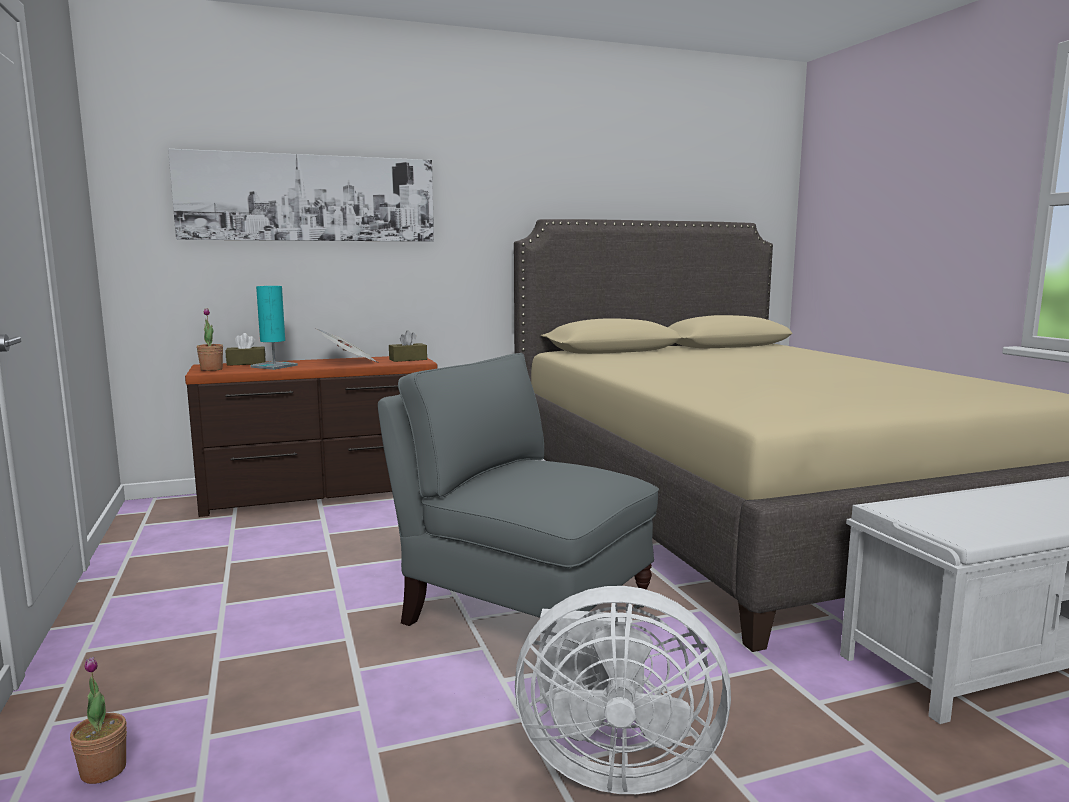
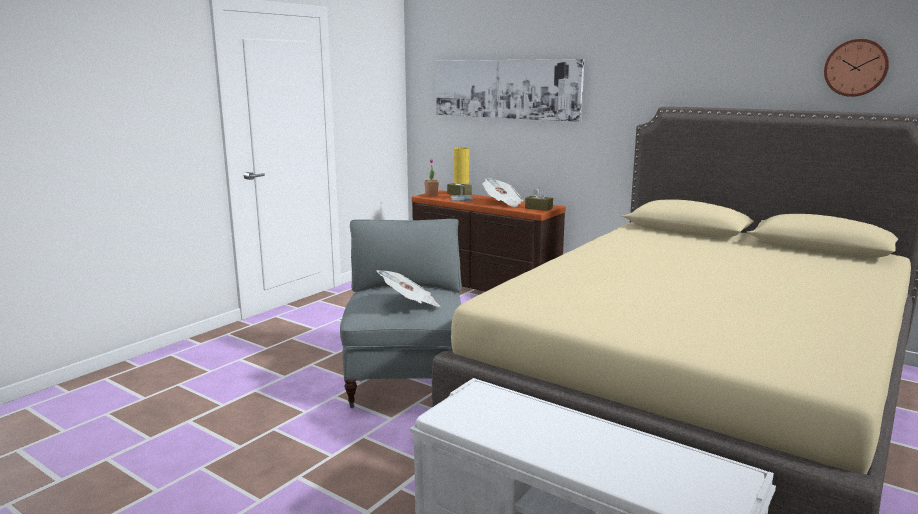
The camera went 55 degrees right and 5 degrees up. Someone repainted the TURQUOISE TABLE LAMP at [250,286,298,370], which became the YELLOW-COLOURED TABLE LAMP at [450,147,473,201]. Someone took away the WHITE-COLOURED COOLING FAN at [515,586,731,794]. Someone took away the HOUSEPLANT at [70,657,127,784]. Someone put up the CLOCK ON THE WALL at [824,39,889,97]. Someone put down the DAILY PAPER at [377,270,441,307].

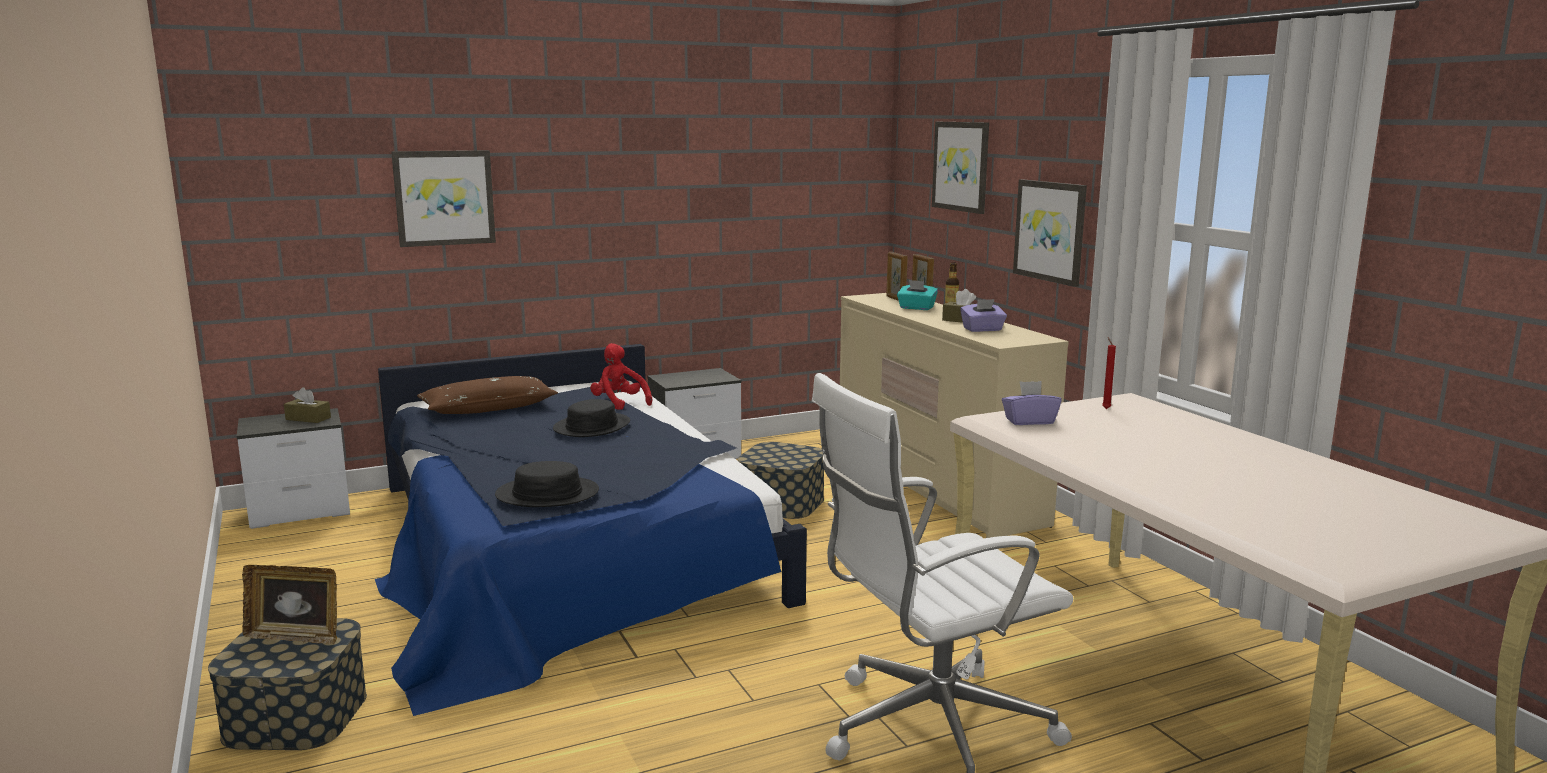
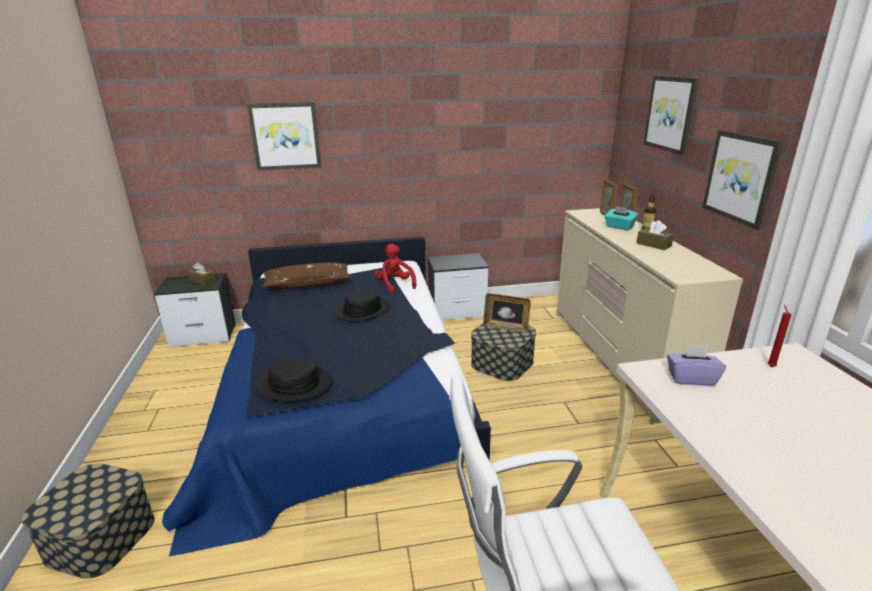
The camera went 15 degrees right and 10 degrees up. Someone took away the PURPLISH BOX OF TISSUES at [960,299,1007,332]. Someone carried the PICTURE FRAME from [242,565,337,644] to [483,293,531,333].

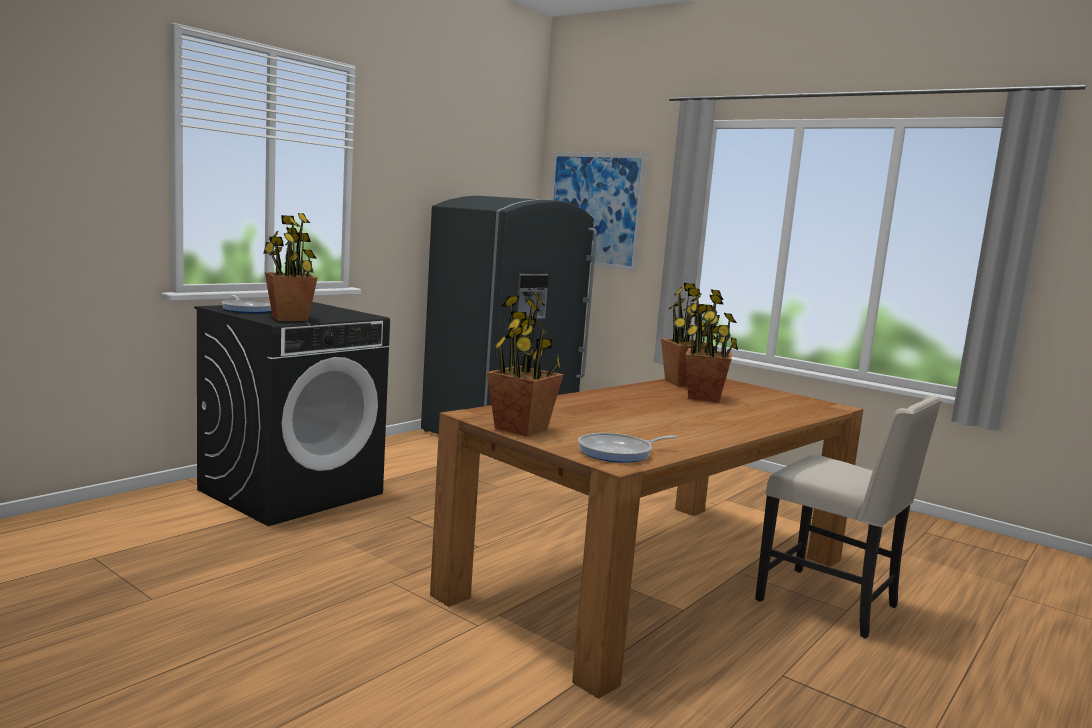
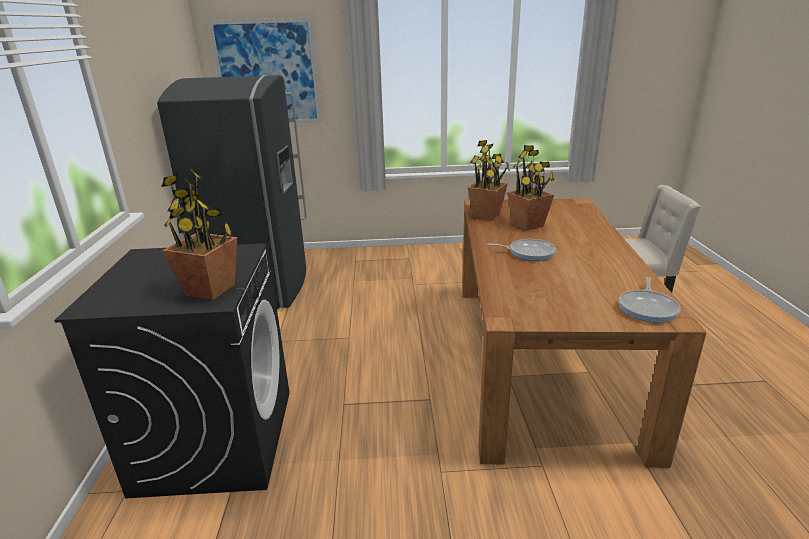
The camera went 40 degrees left and 15 degrees up. Someone took away the HOUSEPLANT at [486,293,563,436]. Someone carried the SKILLET from [222,295,271,313] to [487,239,556,261].

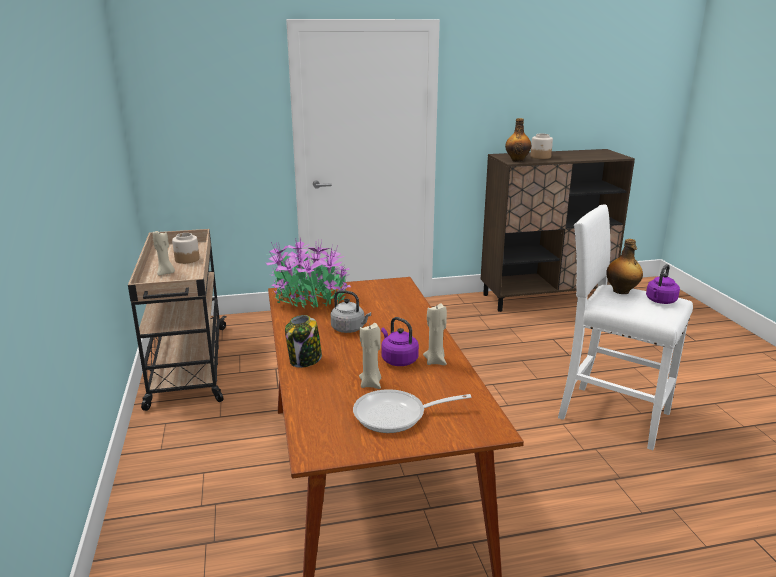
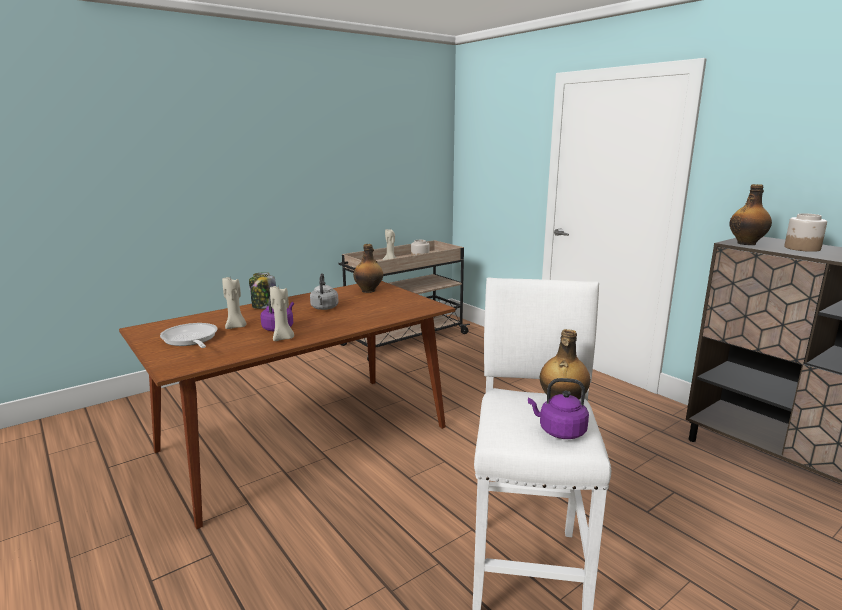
The camera went 65 degrees right and 5 degrees down. Someone swapped the HOUSEPLANT at [266,238,351,308] for the DRINK BOTTLE at [353,244,383,293].

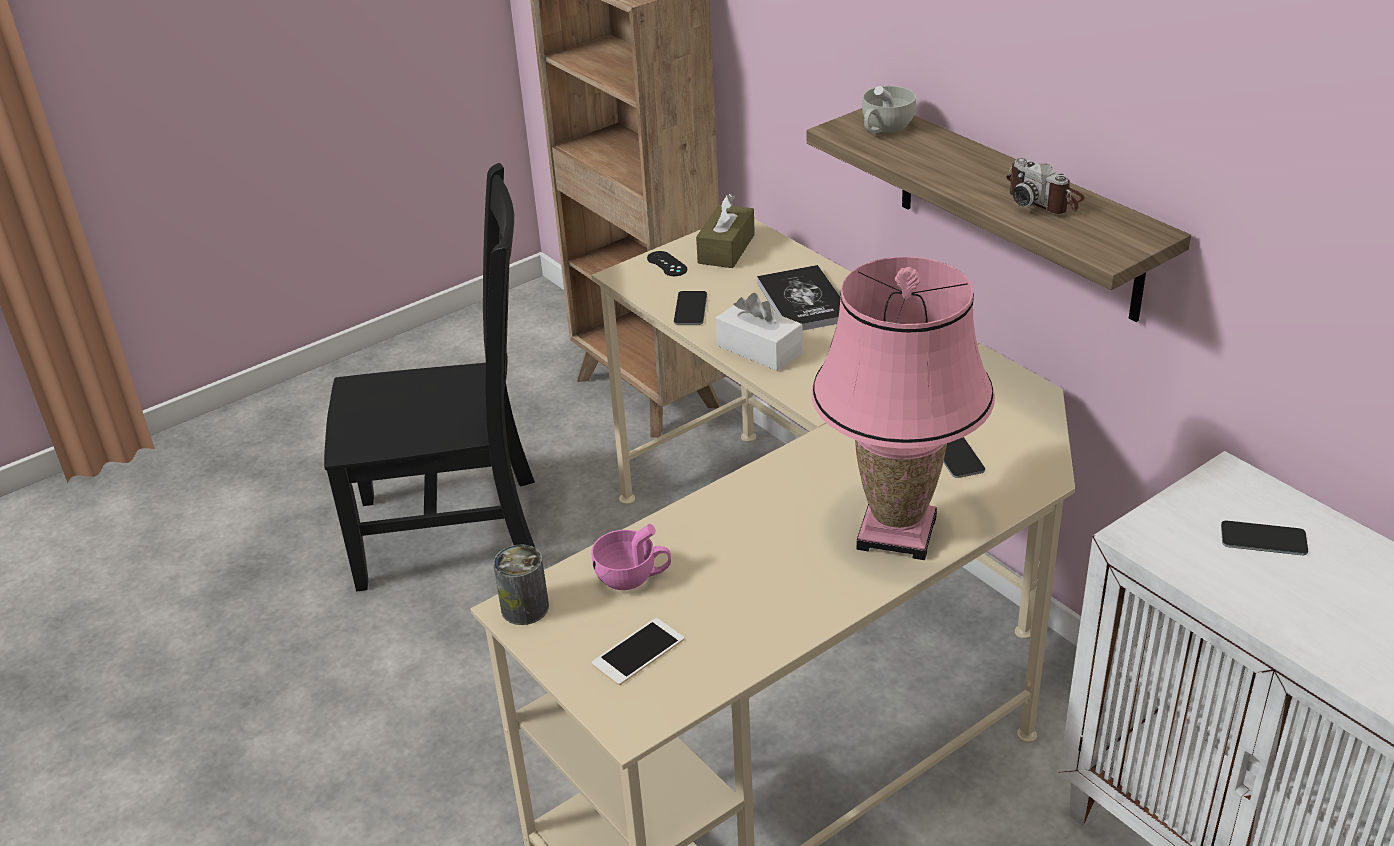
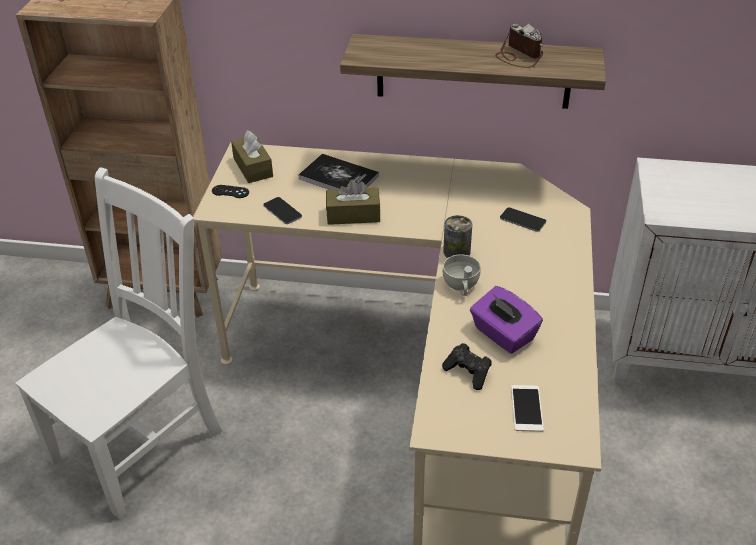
The camera went 45 degrees left and 5 degrees up. Someone carried the WHITE-COLOURED CUP from [862,86,916,134] to [443,254,481,296]. Someone rotated the STILL CAMERA at [1006,158,1085,214] by 135 degrees counterclockwise. Someone repainted the BLACK-COLOURED UPRIGHT CHAIR at [324,163,535,591], which became the WHITE-COLOURED UPRIGHT CHAIR at [15,167,222,519]. Someone took away the PINK-COLOURED TABLE LAMP at [811,257,995,560]. Someone repainted the WHITE-COLOURED BOX OF TISSUES at [716,293,803,371], which became the BROWN-COLOURED BOX OF TISSUES at [326,179,380,225]. Someone took away the PHONE at [1221,521,1308,555]. Someone swapped the PINK-COLOURED CUP at [591,524,671,590] for the BLACK-COLOURED GAMEPAD at [442,343,492,390]. Someone carried the SEALED CAN from [493,544,549,625] to [443,215,472,258]. Someone put down the PURPLISH BOX OF TISSUES at [470,286,543,354].

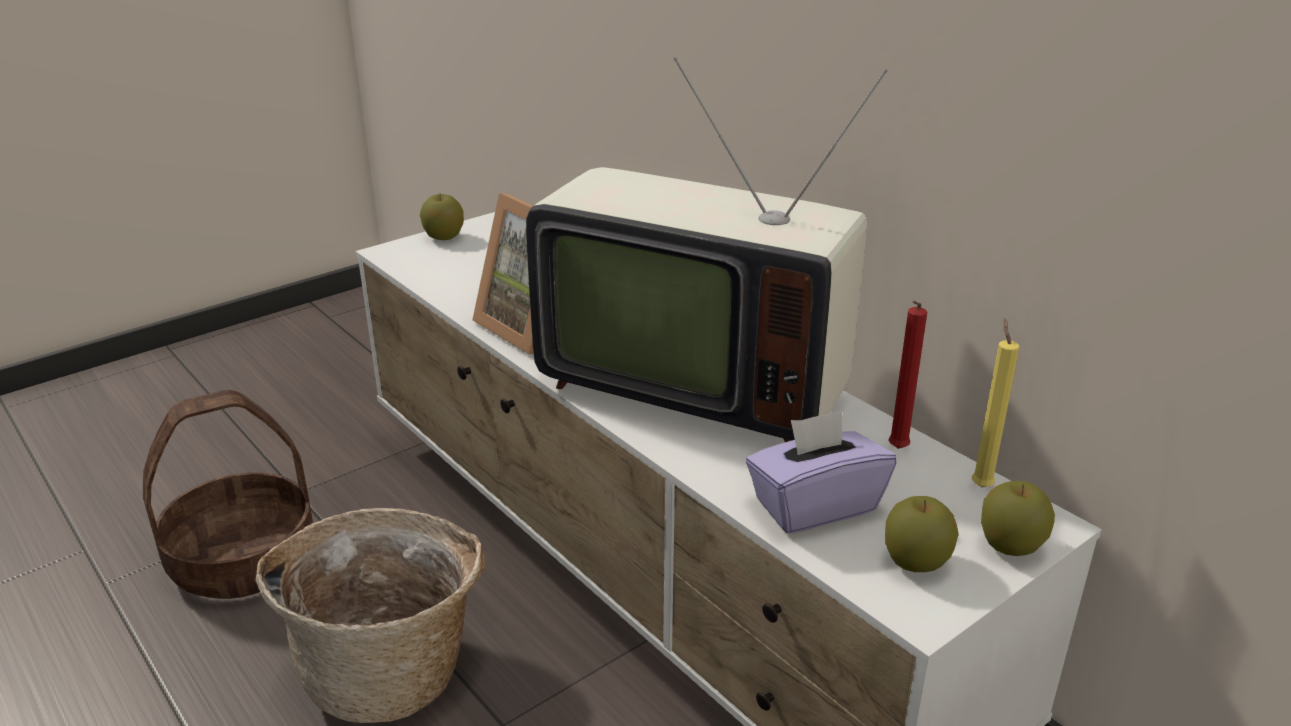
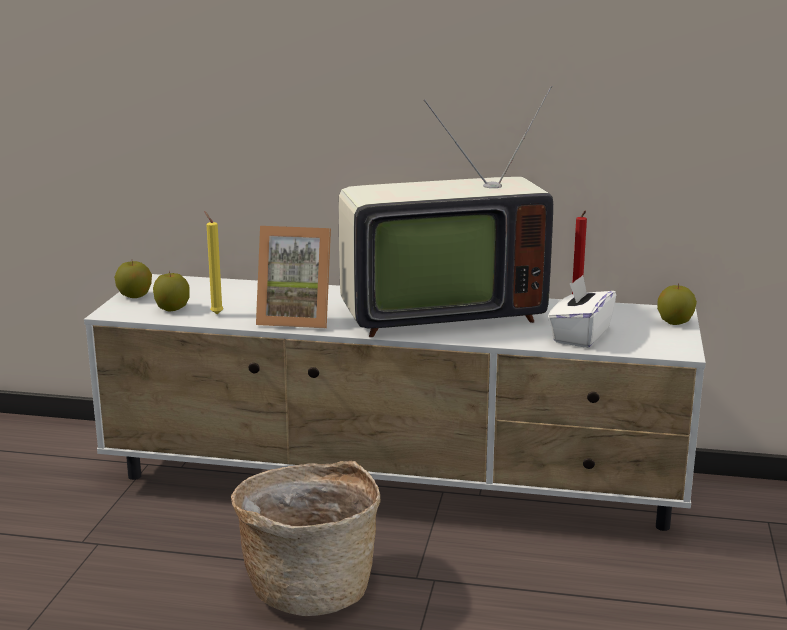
The camera went 40 degrees left and 10 degrees down. Someone carried the YELLOW-COLOURED WAX CANDLE from [972,318,1019,487] to [204,211,223,314]. Someone took away the HOUSEHOLD BASKET at [143,390,313,599]. Someone repainted the PURPLISH BOX OF TISSUES at [746,410,897,534], which became the WHITE-COLOURED BOX OF TISSUES at [548,275,616,348]. Someone carried the APPLE FRUIT from [885,496,959,572] to [153,271,190,311].

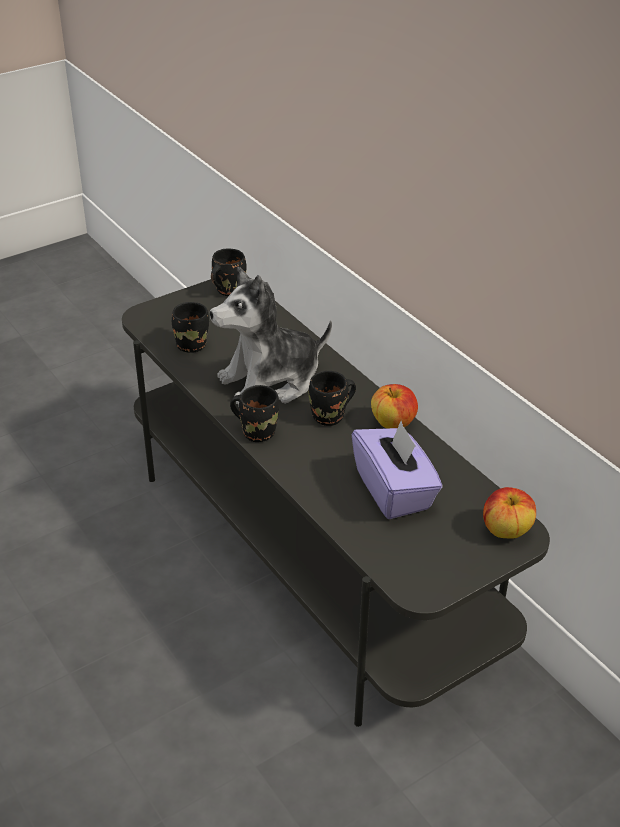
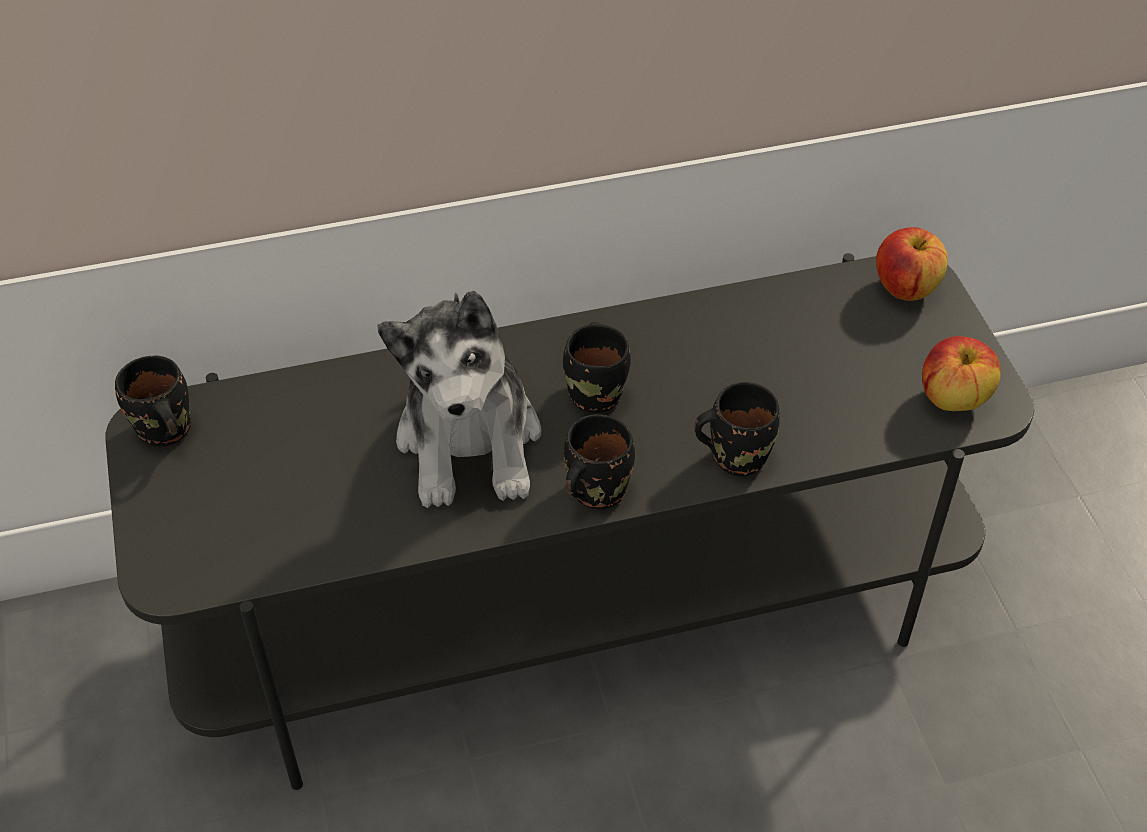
The camera went 70 degrees left and 10 degrees up. Someone carried the BLACK-COLOURED COFFEE MUG from [172,302,209,353] to [694,382,779,476]. Someone carried the APPLE FRUIT from [371,384,418,428] to [922,336,1001,411]. Someone took away the PURPLISH BOX OF TISSUES at [352,421,443,519].

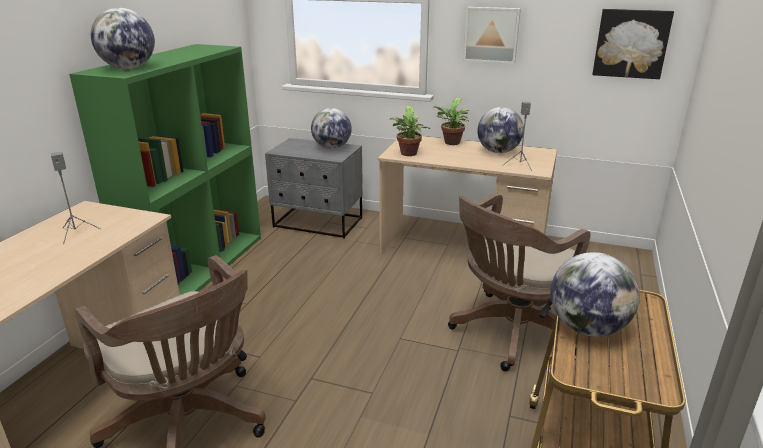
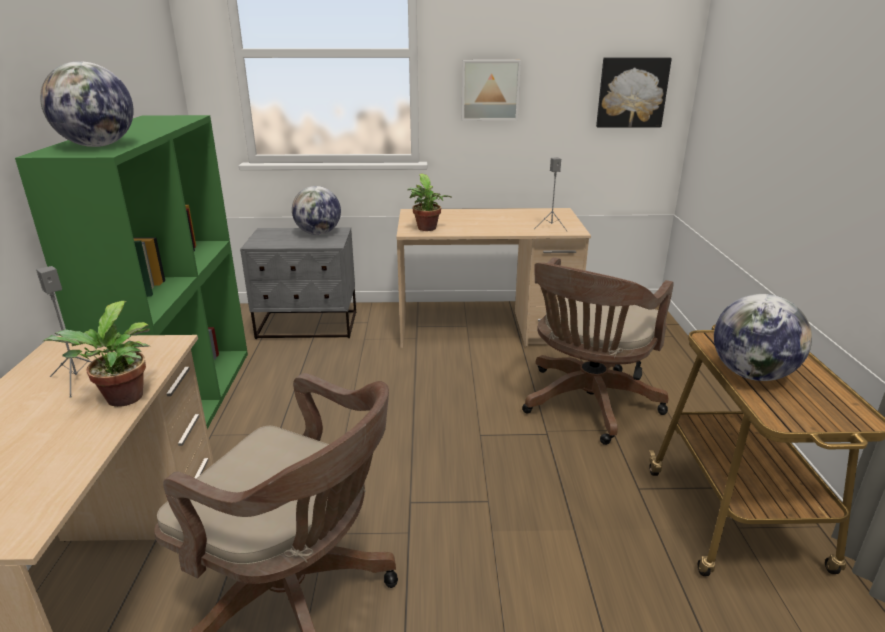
The camera went 20 degrees left and 0 degrees up. Someone carried the HOUSEPLANT from [434,98,469,145] to [42,301,150,407]. Someone took away the GLOBE at [477,107,524,153].

